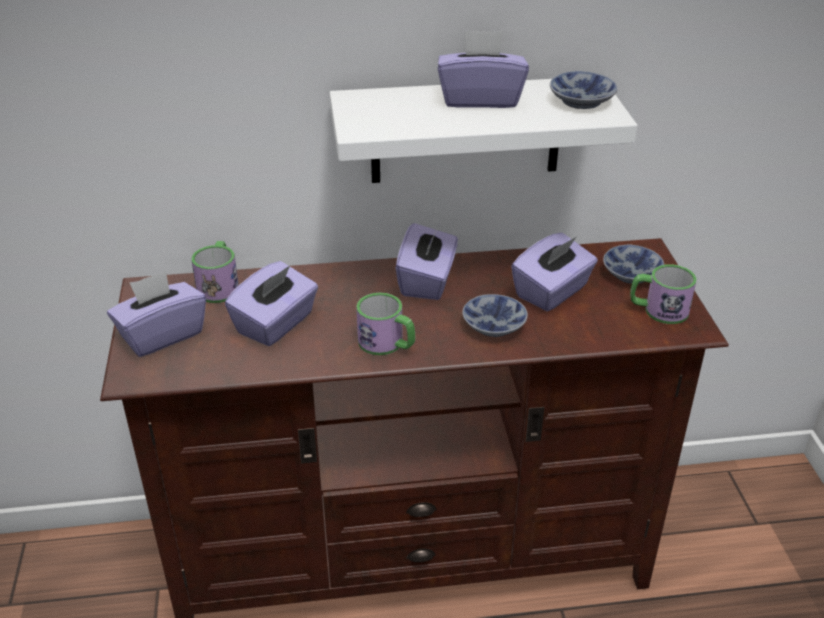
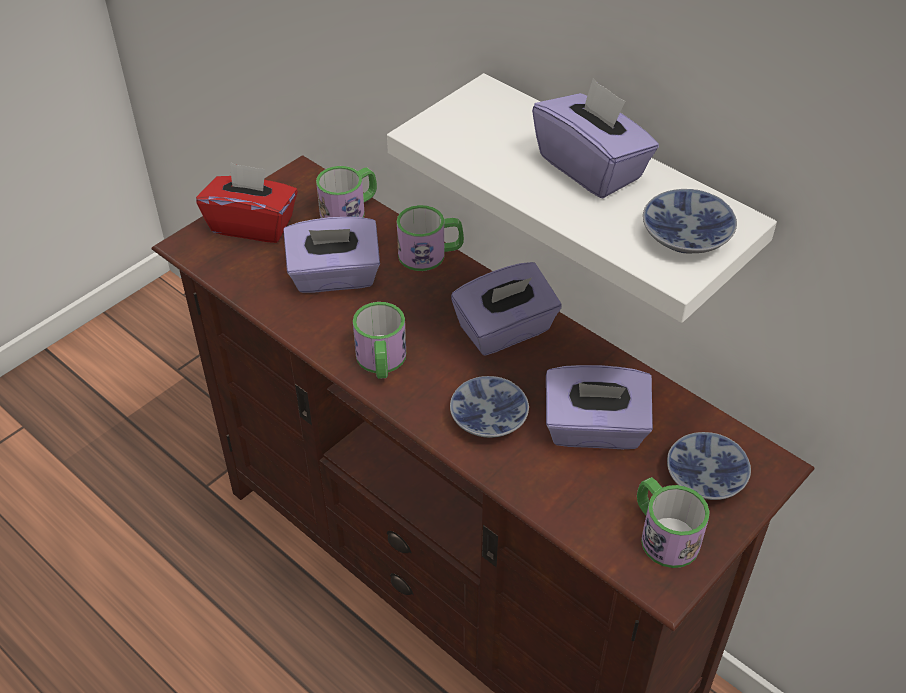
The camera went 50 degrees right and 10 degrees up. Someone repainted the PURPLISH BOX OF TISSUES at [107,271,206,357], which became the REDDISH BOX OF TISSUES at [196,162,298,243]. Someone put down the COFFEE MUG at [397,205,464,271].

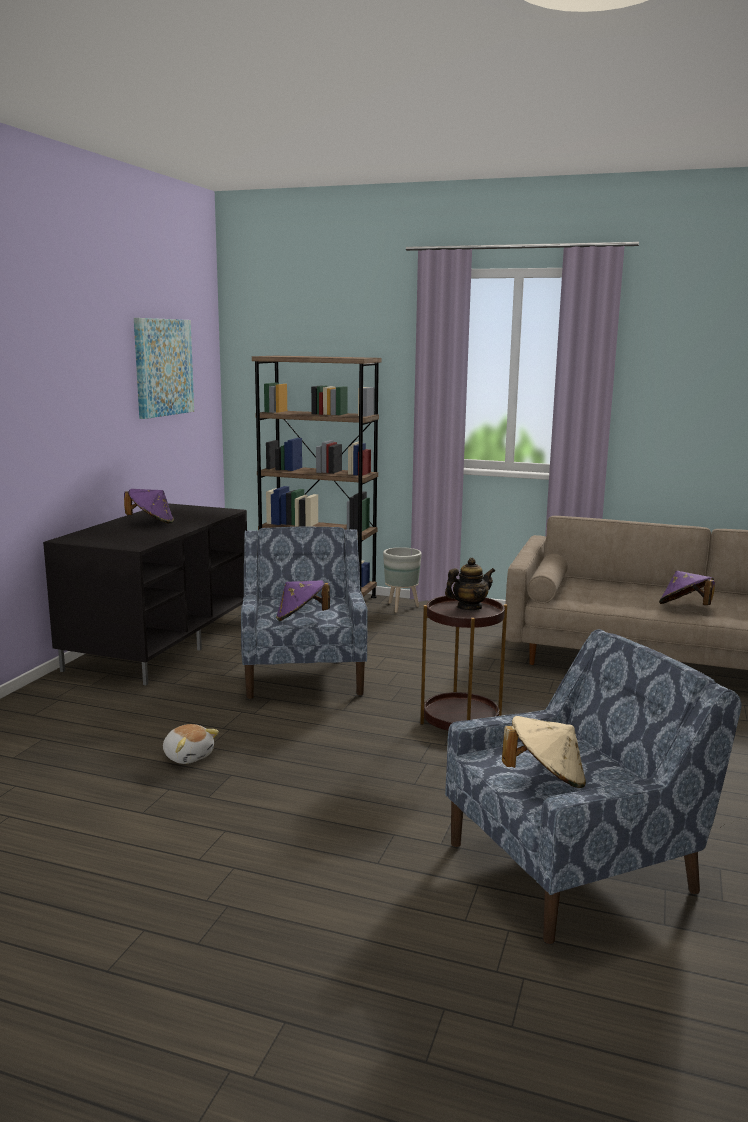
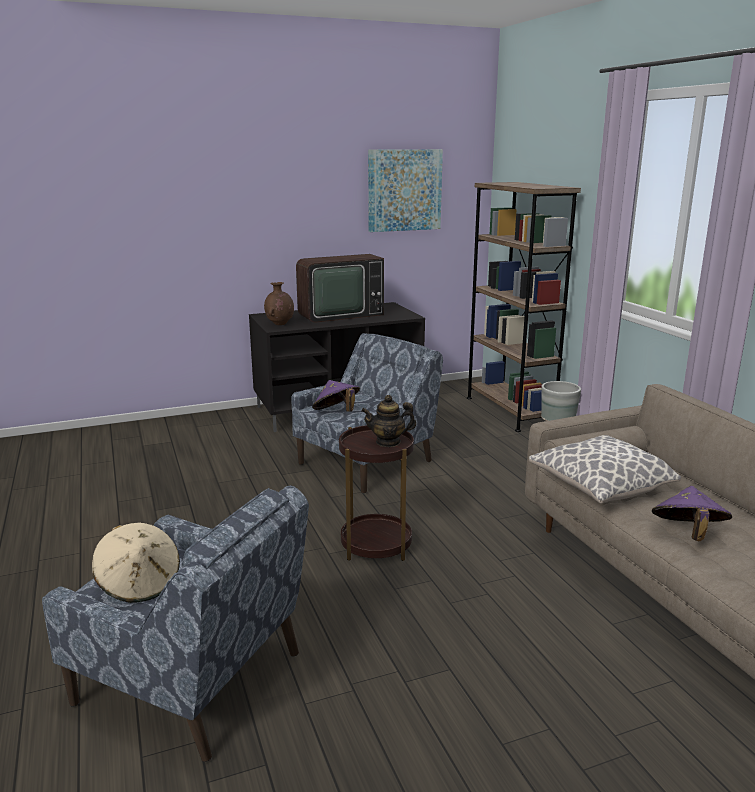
The camera went 50 degrees right and 5 degrees up. Someone swapped the PURPLISH HAT at [124,489,174,523] for the TV at [296,254,384,322]. Someone rotated the TEAPOT at [445,558,495,610] by 150 degrees clockwise. Someone took away the SOFT TOY at [163,724,219,764]. Someone put down the BROWN-COLOURED FLOWER VASE at [264,282,294,325]. Someone put down the THROW PILLOW at [529,435,681,503].

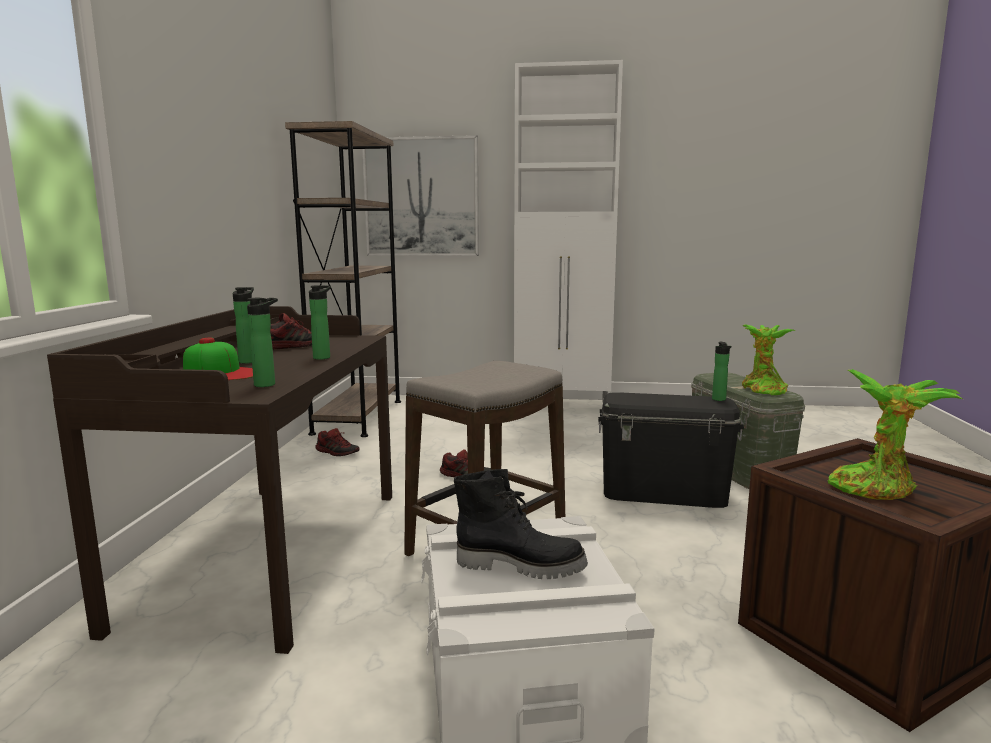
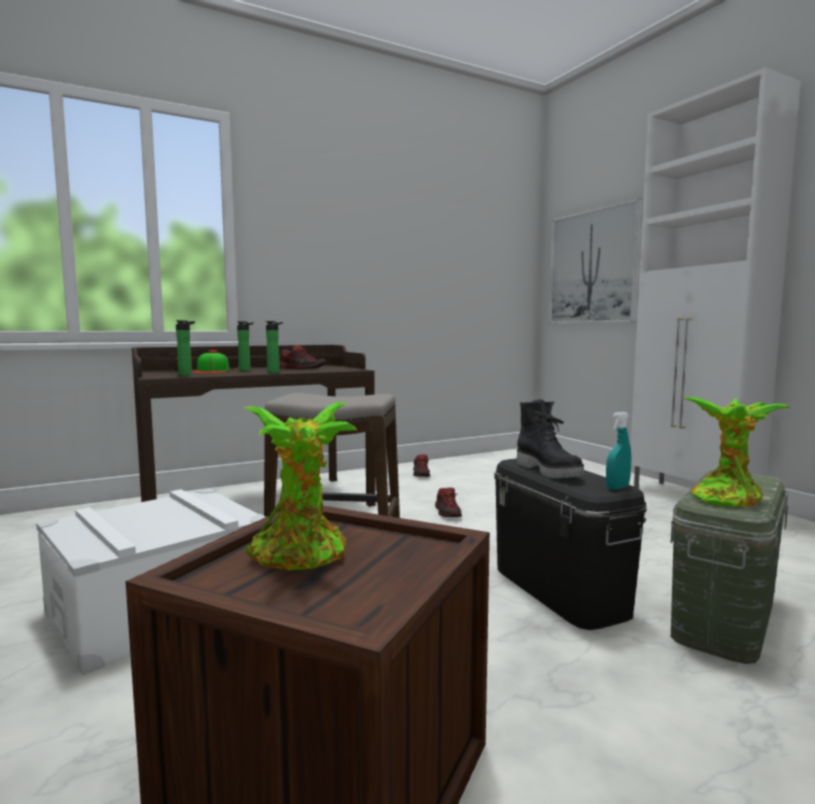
The camera went 55 degrees right and 5 degrees down. Someone took away the BROWN-COLOURED SHELVING UNIT at [285,121,401,437]. Someone swapped the DRINK BOTTLE at [712,342,731,401] for the TURQUOISE HAND SPRAYER at [606,412,631,490]. Someone carried the BLACK-COLOURED HIGH-TOP BOOT from [454,469,588,579] to [517,399,584,478].

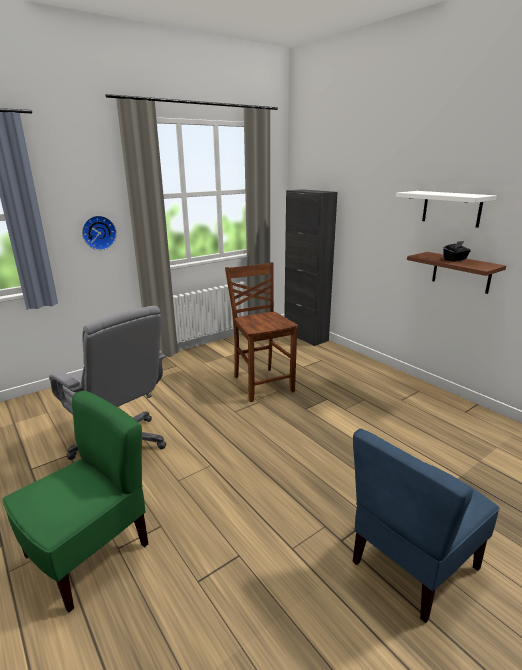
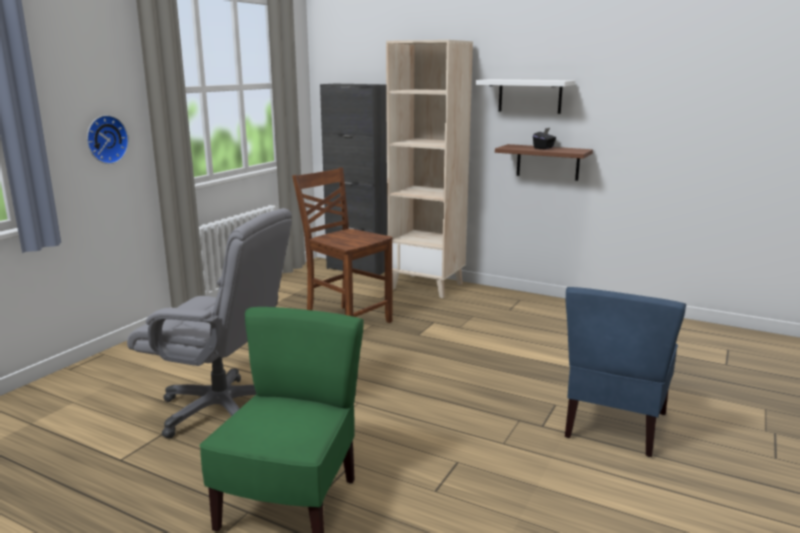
The camera went 25 degrees left and 5 degrees down. Someone put down the SAND-COLOURED SHELVING UNIT at [386,40,473,298].

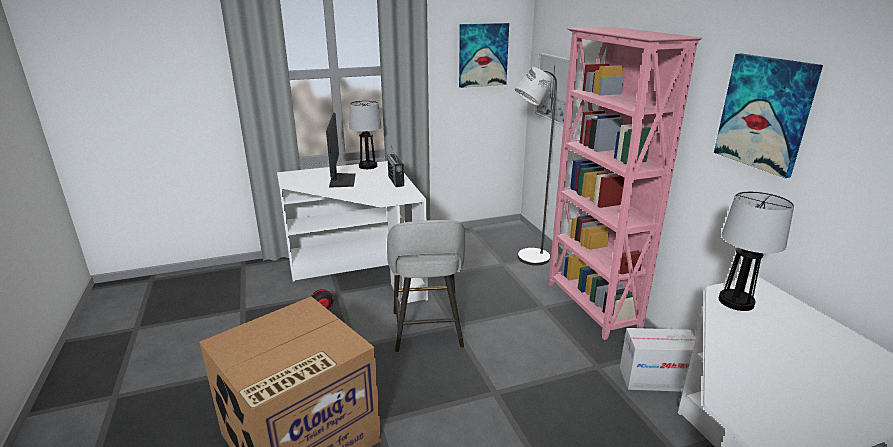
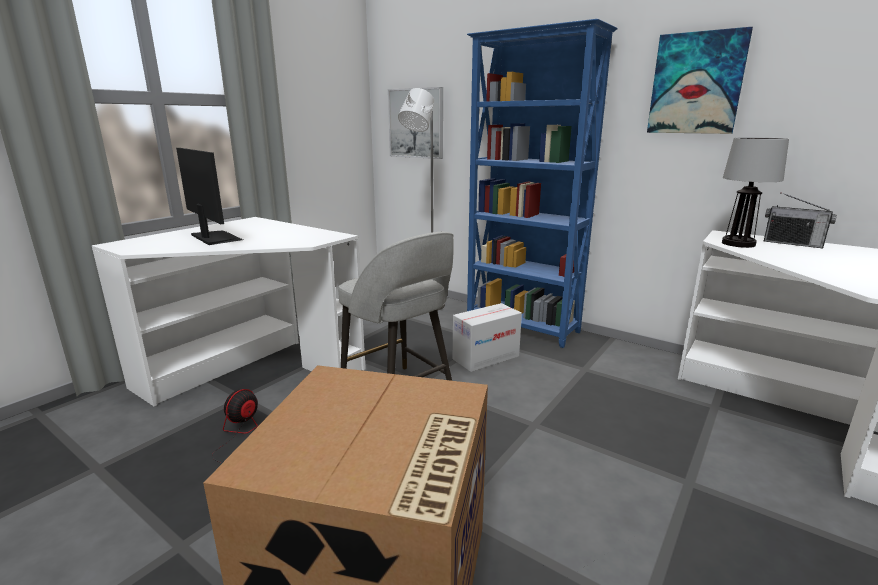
The camera went 35 degrees left and 5 degrees down. Someone took away the WALL PICTURE at [459,23,509,88]. Someone repainted the PINK-COLOURED SHELVING UNIT at [548,27,702,340], which became the BLUE SHELVING UNIT at [467,19,618,348]. Someone took away the TABLE LAMP at [349,100,382,169]. Someone carried the RADIO SET from [387,146,404,187] to [764,192,837,248]. Someone carried the CARTON from [620,328,696,392] to [453,303,522,372].

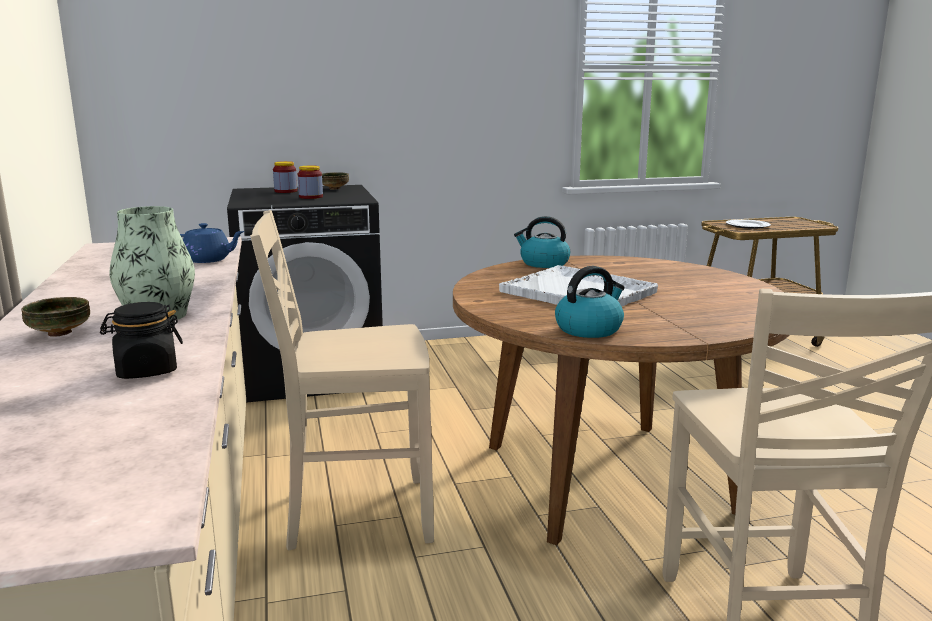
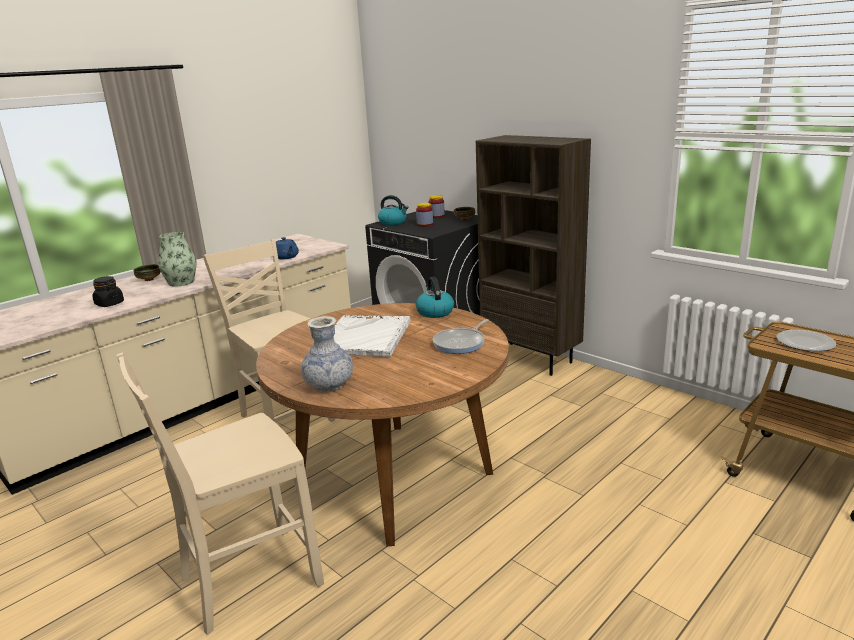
The camera went 60 degrees right and 5 degrees up. Someone carried the WATER KETTLE from [555,266,625,338] to [378,195,408,225]. Someone put down the BROWN-COLOURED SHELVING UNIT at [476,135,591,376]. Someone put down the FLOWER VASE at [301,316,353,392]. Someone put down the SKILLET at [433,319,489,354].

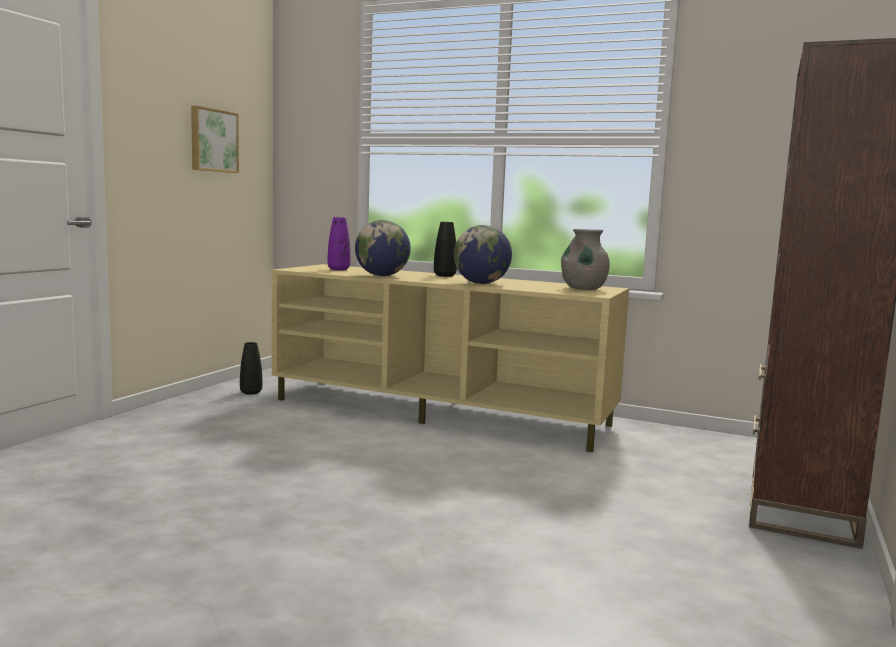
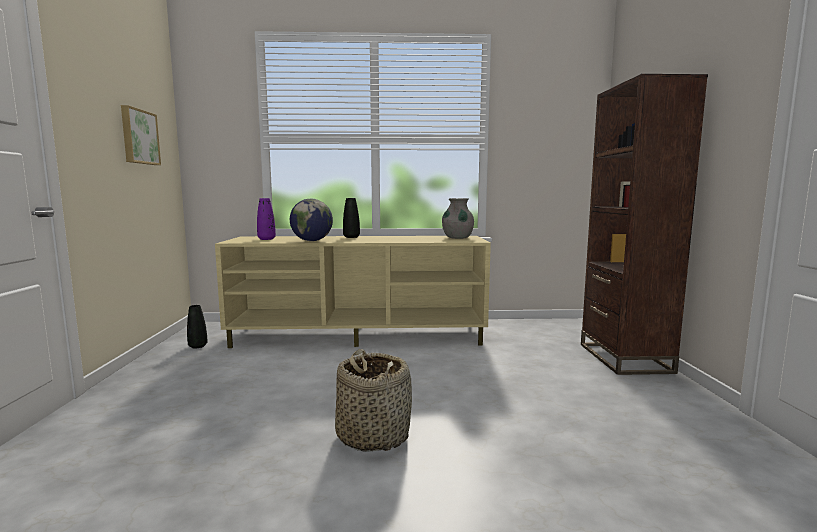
The camera went 25 degrees left and 0 degrees up. Someone took away the GLOBE at [454,225,512,284]. Someone put down the HOUSEHOLD BASKET at [335,349,412,452].

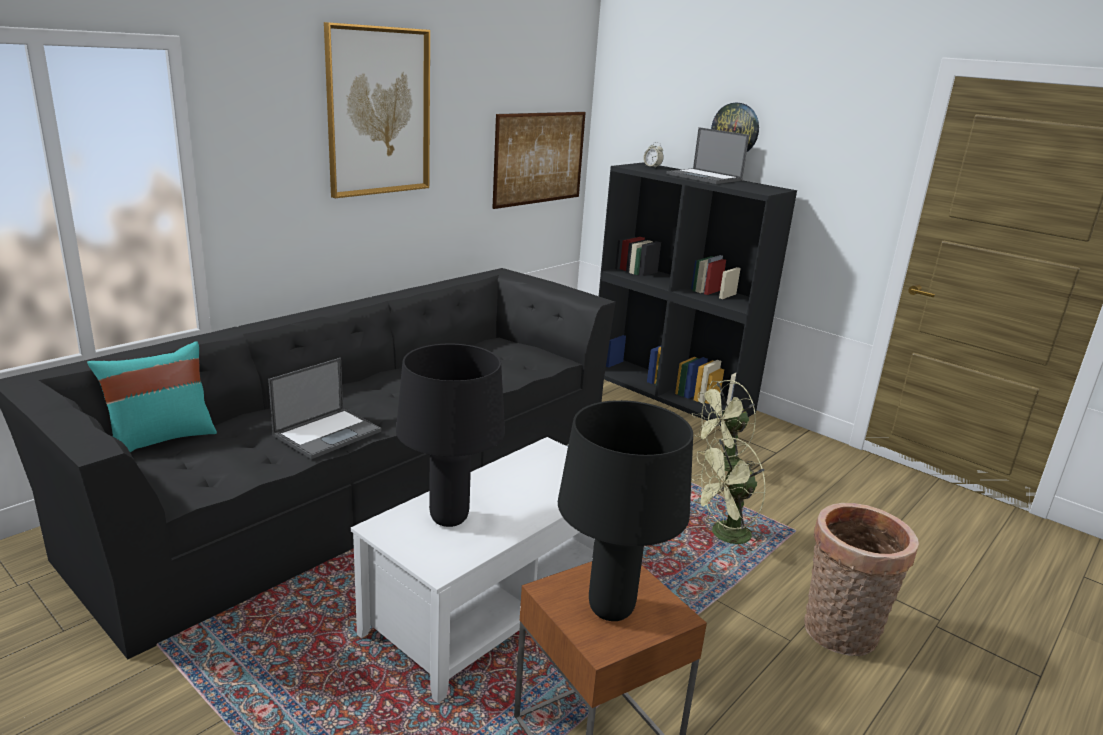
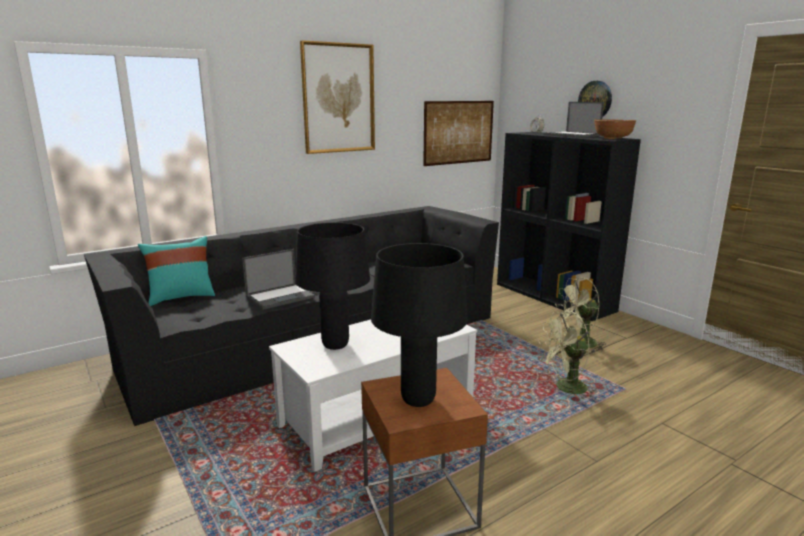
The camera went 15 degrees right and 5 degrees down. Someone took away the HOUSEHOLD BASKET at [804,503,919,656]. Someone put down the BROWN-COLOURED DEEP DISH at [594,119,636,139].

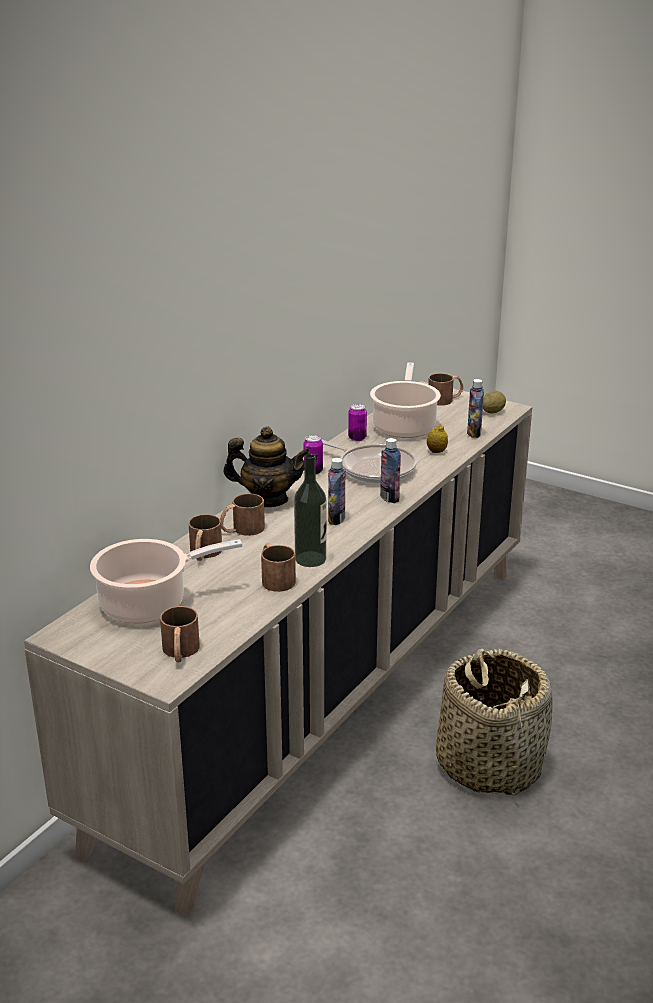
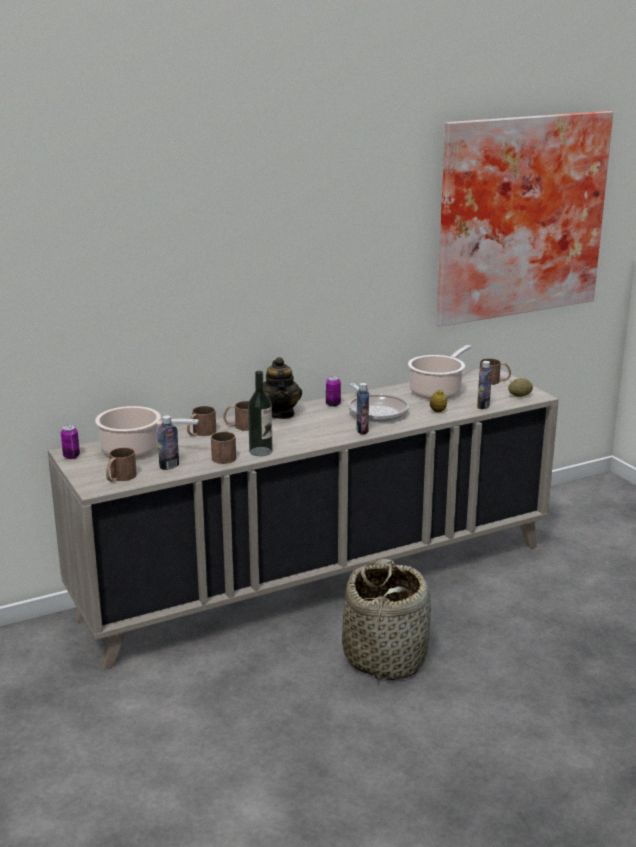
The camera went 30 degrees right and 5 degrees down. Someone carried the SEALED CAN from [348,404,367,441] to [61,425,80,459]. Someone rotated the TEAPOT at [223,426,310,507] by 45 degrees clockwise. Someone carried the DRINK BOTTLE from [328,458,346,525] to [158,415,179,470]. Someone put up the WALL PICTURE at [436,111,613,327].

